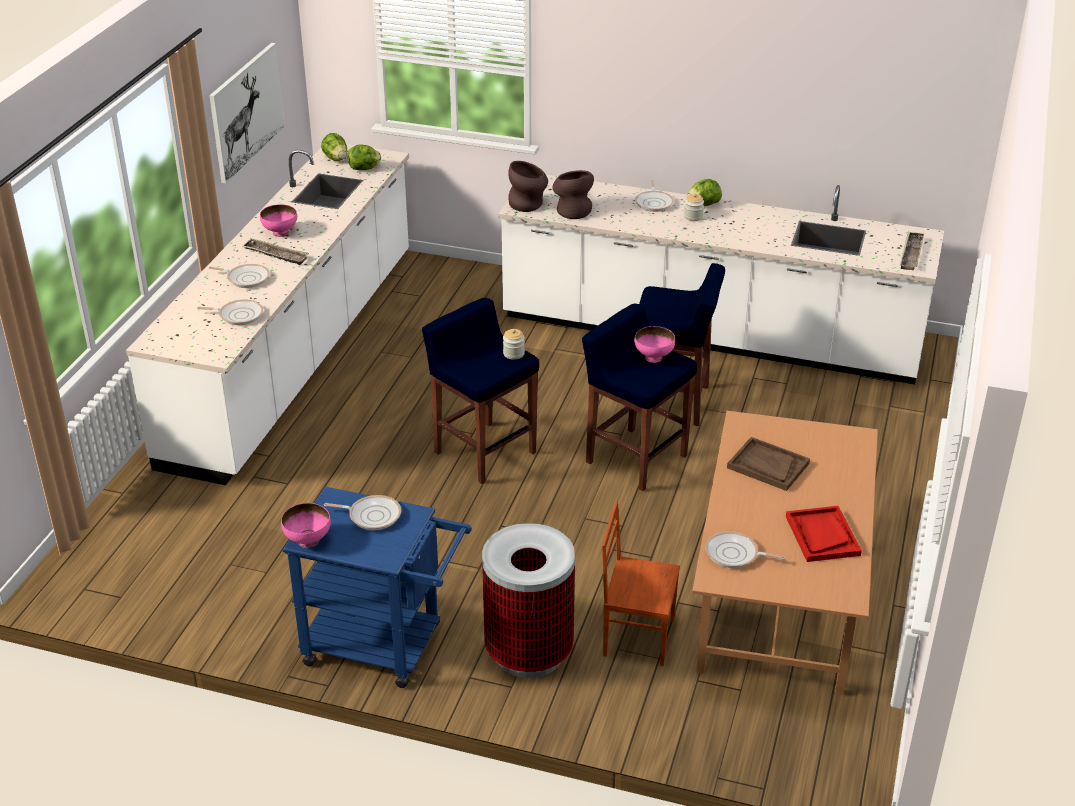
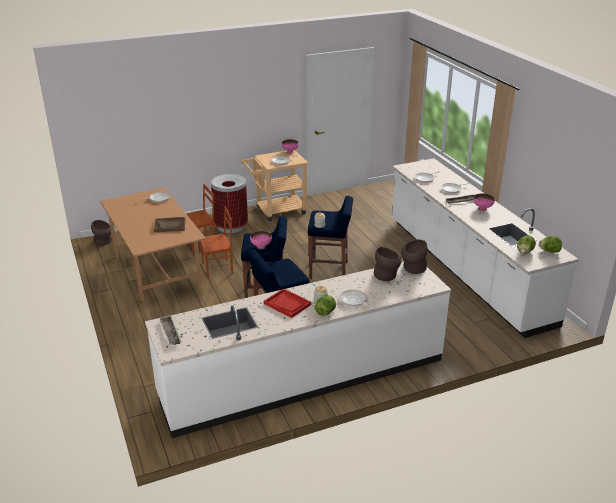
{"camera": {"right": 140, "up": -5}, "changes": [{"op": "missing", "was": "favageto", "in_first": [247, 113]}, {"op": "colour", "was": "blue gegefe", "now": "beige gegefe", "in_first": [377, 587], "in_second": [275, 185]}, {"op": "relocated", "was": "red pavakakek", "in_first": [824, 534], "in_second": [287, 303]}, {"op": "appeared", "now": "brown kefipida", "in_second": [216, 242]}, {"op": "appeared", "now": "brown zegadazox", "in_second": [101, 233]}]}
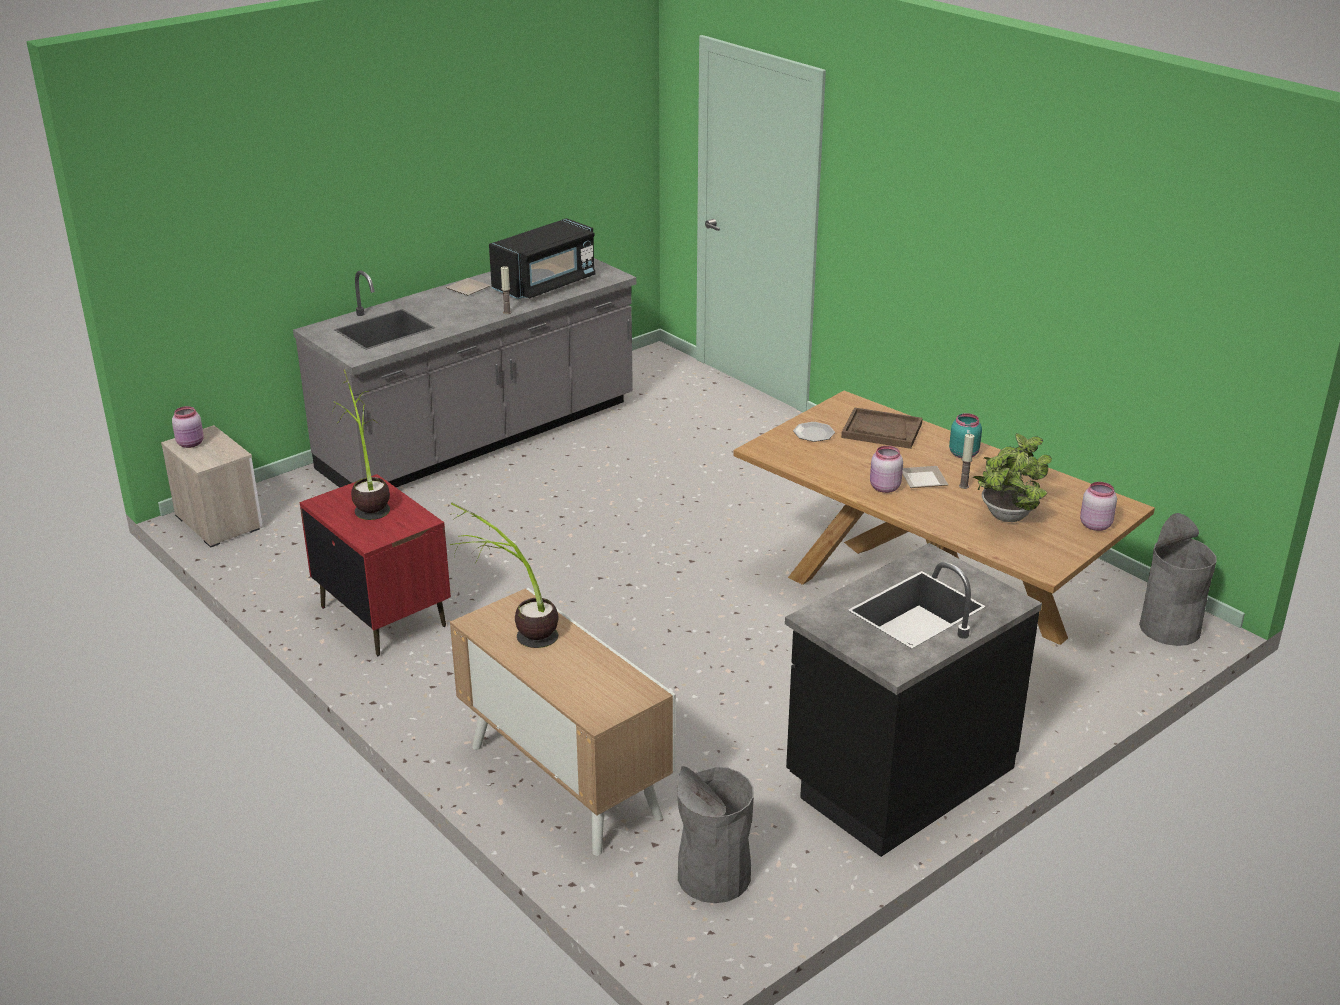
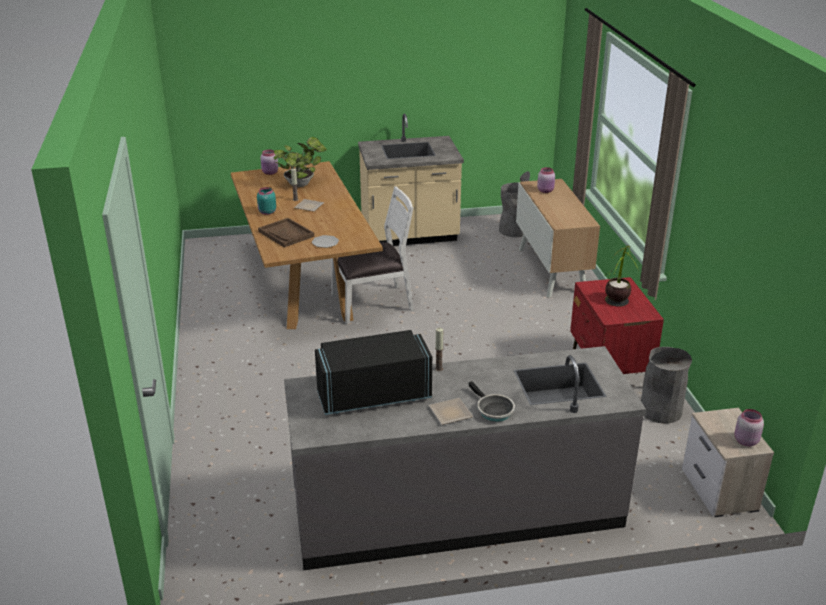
{"camera": {"right": -150, "up": 0}, "changes": [{"op": "relocated", "was": "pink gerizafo", "in_first": [886, 469], "in_second": [546, 180]}, {"op": "missing", "was": "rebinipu", "in_first": [504, 575]}, {"op": "relocated", "was": "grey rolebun", "in_first": [1178, 579], "in_second": [666, 385]}, {"op": "colour", "was": "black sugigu", "now": "beige sugigu", "in_first": [913, 700], "in_second": [411, 180]}, {"op": "appeared", "now": "white kefipida", "in_second": [372, 255]}, {"op": "appeared", "now": "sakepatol", "in_second": [492, 401]}]}
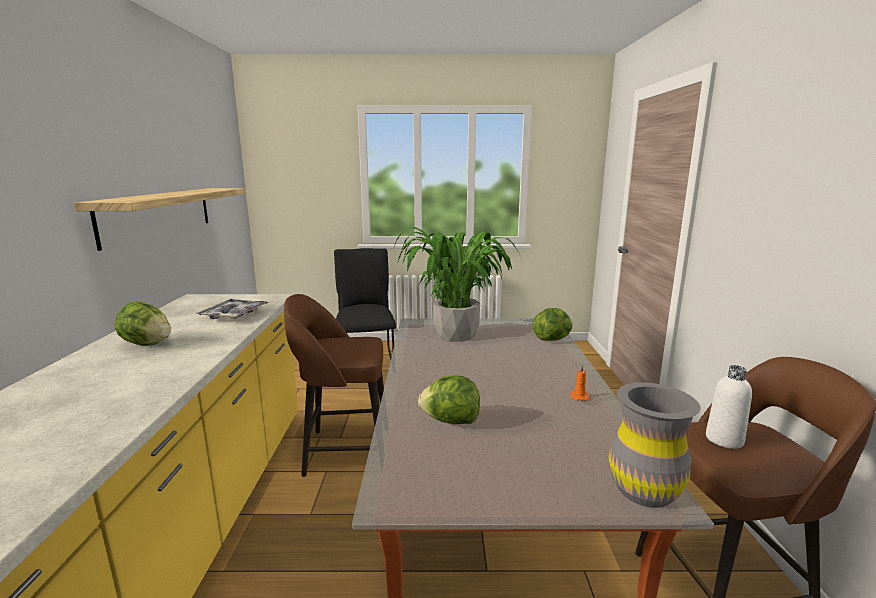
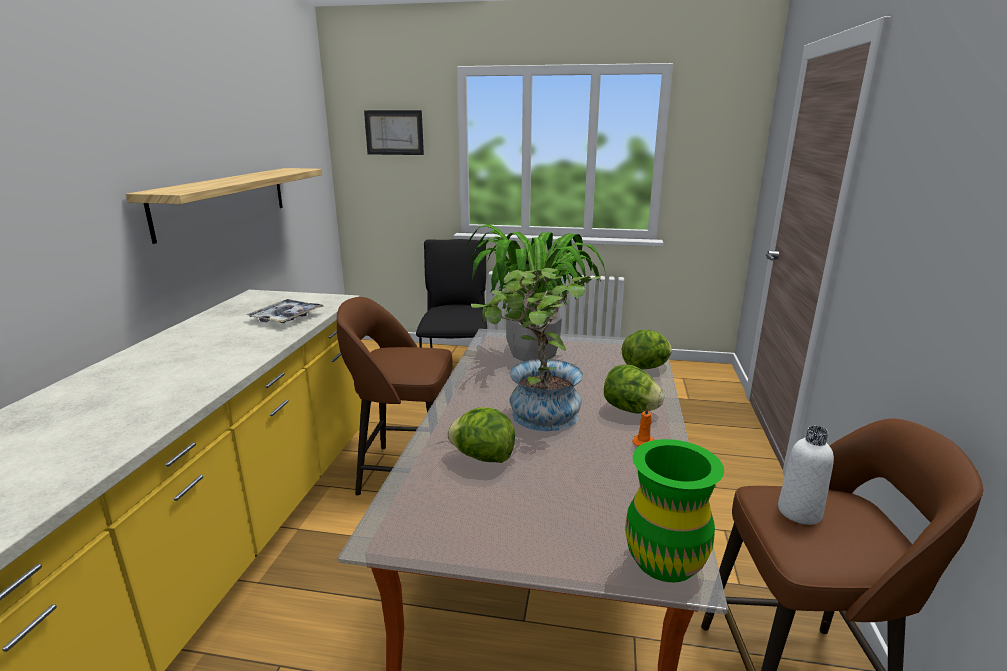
{"camera": {"right": 10, "up": 5}, "changes": [{"op": "relocated", "was": "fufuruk", "in_first": [142, 324], "in_second": [634, 388]}, {"op": "colour", "was": "grey zegadazox", "now": "green zegadazox", "in_first": [654, 445], "in_second": [674, 510]}, {"op": "appeared", "now": "favageto", "in_second": [394, 132]}, {"op": "appeared", "now": "rebinipu", "in_second": [536, 349]}]}
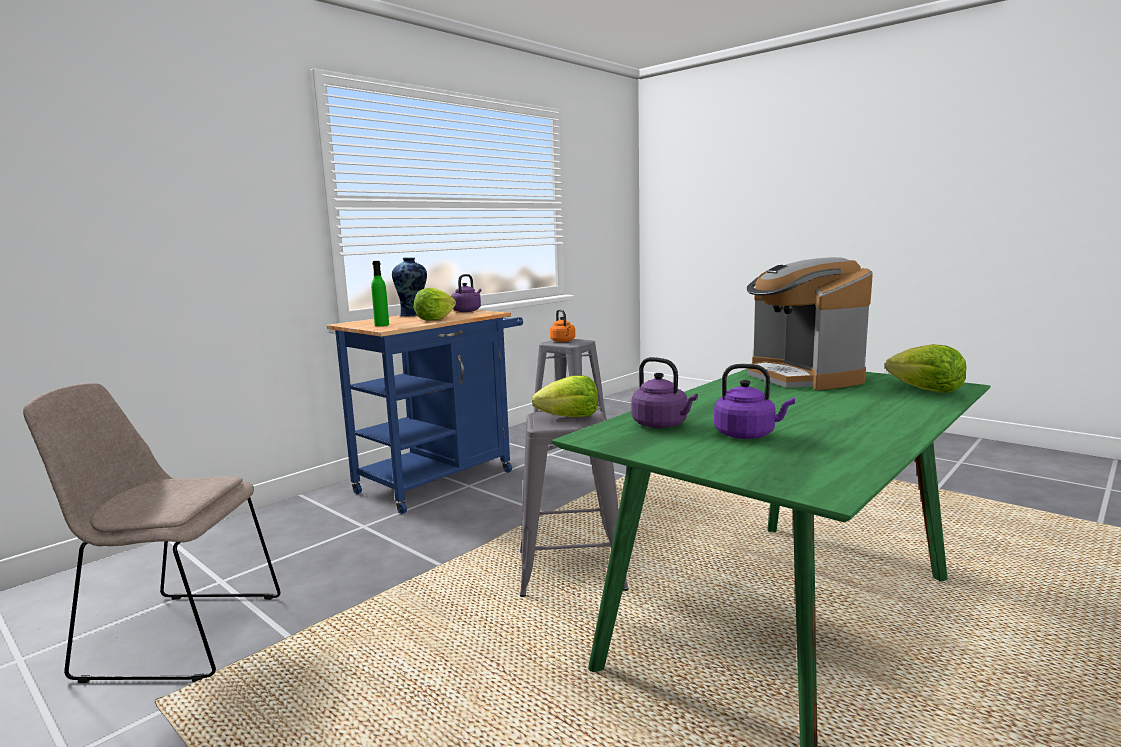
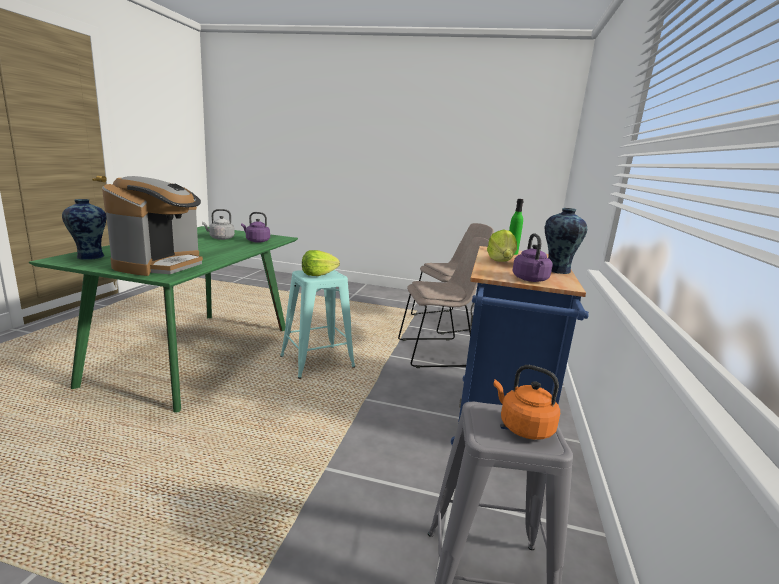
{"camera": {"right": 150, "up": 5}, "changes": [{"op": "spun", "was": "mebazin", "in_first": [810, 323], "in_second": [152, 226], "clockwise": 60}, {"op": "exchanged", "was": "fufuruk", "now": "zegadazox", "in_first": [926, 368], "in_second": [84, 229]}, {"op": "colour", "was": "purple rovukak", "now": "grey rovukak", "in_first": [754, 401], "in_second": [218, 224]}, {"op": "colour", "was": "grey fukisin", "now": "turquoise fukisin", "in_first": [574, 503], "in_second": [317, 324]}, {"op": "appeared", "now": "beige kefipida", "in_second": [443, 302]}]}
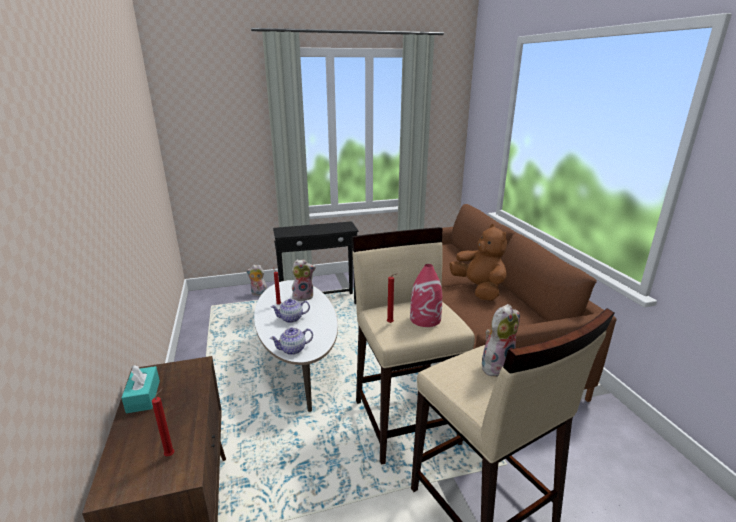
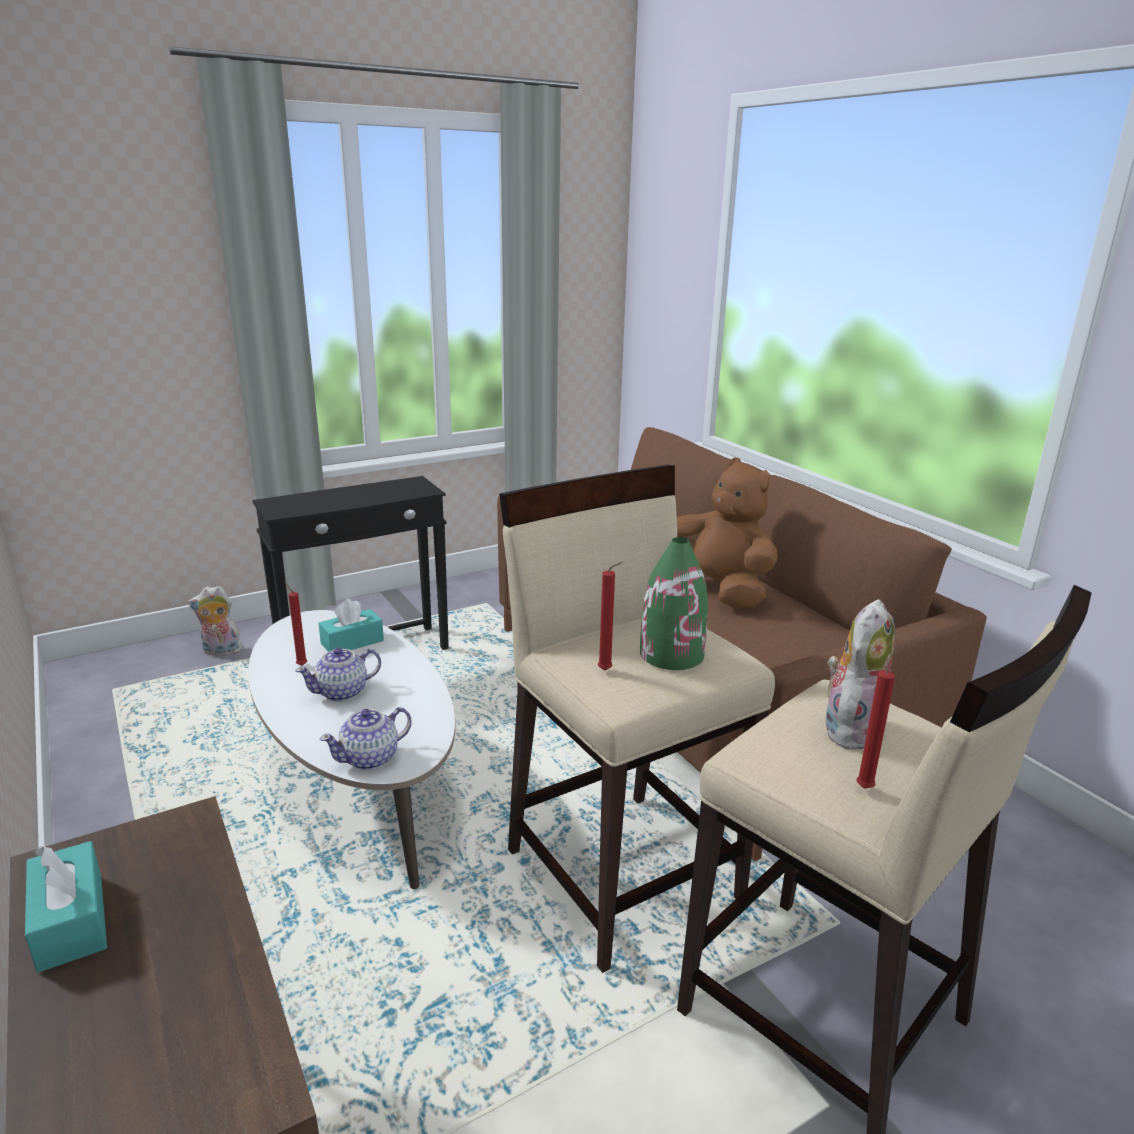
{"camera": {"right": -15, "up": 0}, "changes": [{"op": "exchanged", "was": "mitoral", "now": "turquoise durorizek", "in_first": [304, 280], "in_second": [351, 625]}, {"op": "colour", "was": "red zegadazox", "now": "green zegadazox", "in_first": [426, 295], "in_second": [674, 603]}, {"op": "relocated", "was": "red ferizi", "in_first": [163, 422], "in_second": [875, 721]}]}
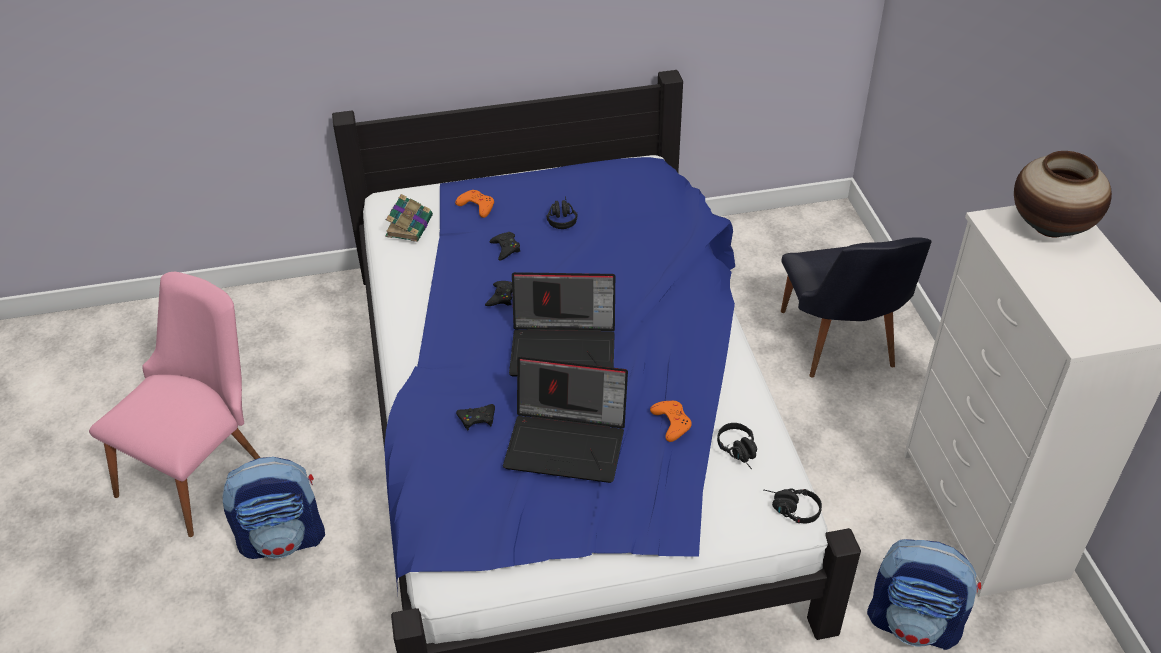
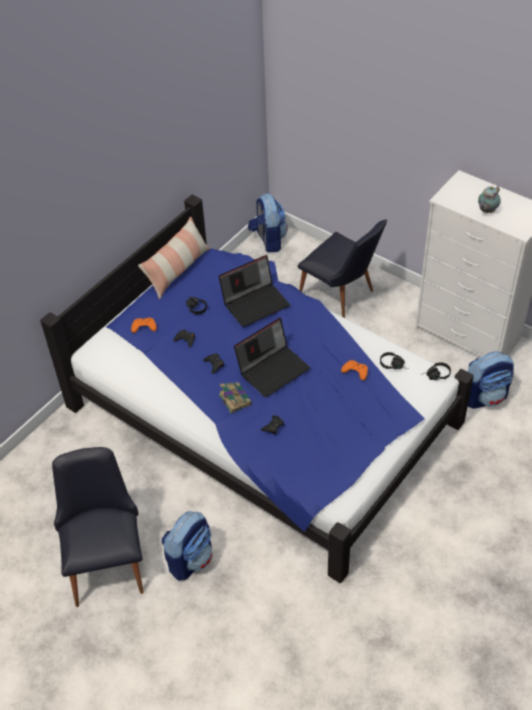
{"camera": {"right": -40, "up": 5}, "changes": [{"op": "missing", "was": "zegadazox", "in_first": [1063, 194]}, {"op": "relocated", "was": "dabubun", "in_first": [409, 218], "in_second": [235, 398]}, {"op": "colour", "was": "pink kefipida", "now": "black kefipida", "in_first": [174, 404], "in_second": [98, 527]}, {"op": "relocated", "was": "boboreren", "in_first": [565, 420], "in_second": [254, 291]}, {"op": "appeared", "now": "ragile", "in_second": [489, 199]}, {"op": "appeared", "now": "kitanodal", "in_second": [268, 222]}, {"op": "appeared", "now": "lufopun", "in_second": [174, 258]}]}
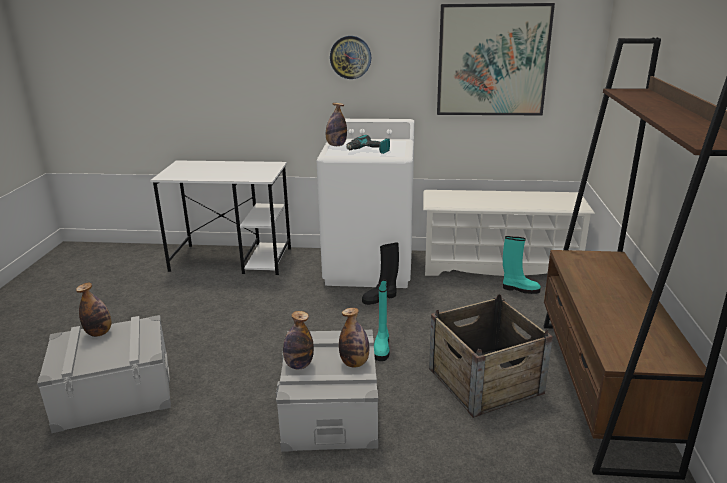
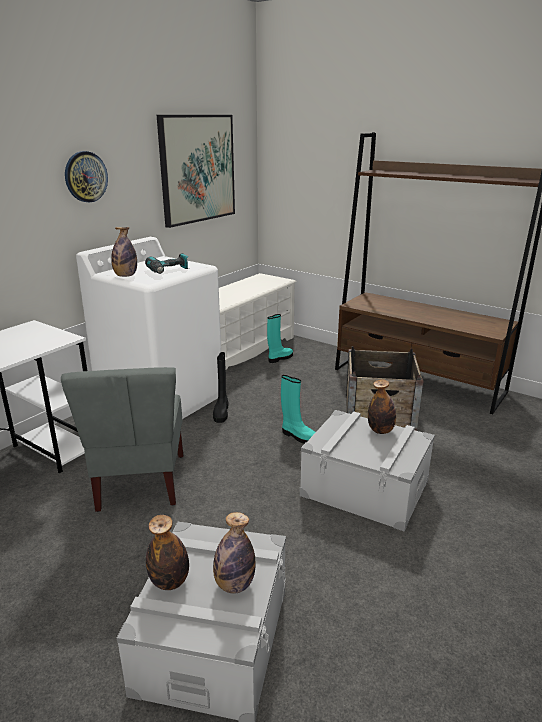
{"camera": {"right": -60, "up": 0}, "changes": [{"op": "relocated", "was": "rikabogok", "in_first": [298, 340], "in_second": [234, 553]}, {"op": "appeared", "now": "grey kefipida", "in_second": [122, 439]}]}
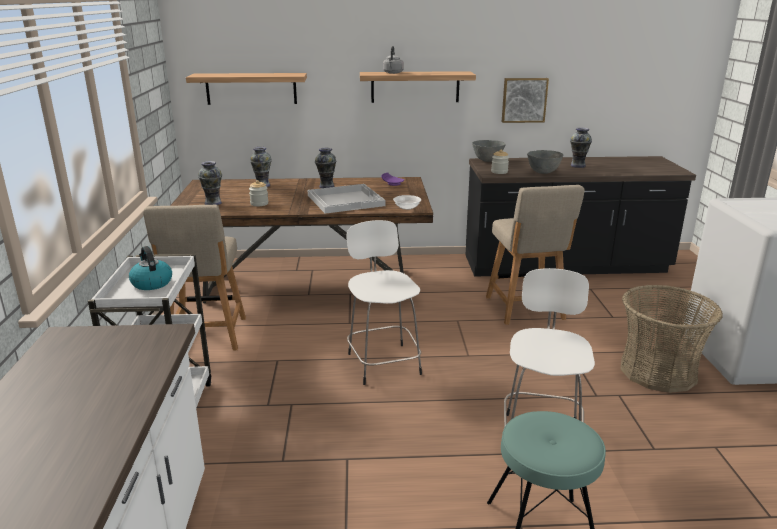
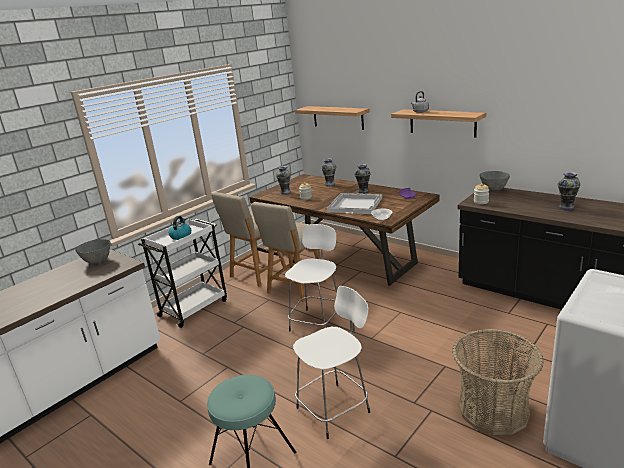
{"camera": {"right": 45, "up": 0}, "changes": [{"op": "missing", "was": "favageto", "in_first": [525, 100]}, {"op": "relocated", "was": "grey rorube", "in_first": [545, 162], "in_second": [93, 251]}, {"op": "relocated", "was": "beige kefipida", "in_first": [535, 255], "in_second": [289, 252]}]}
